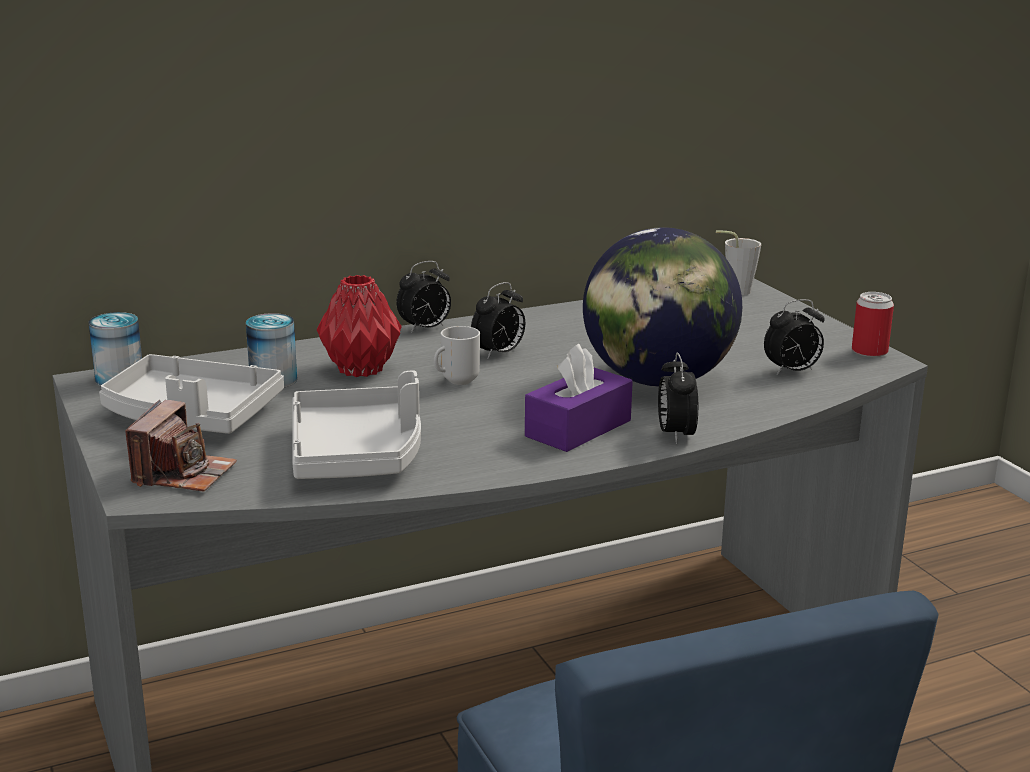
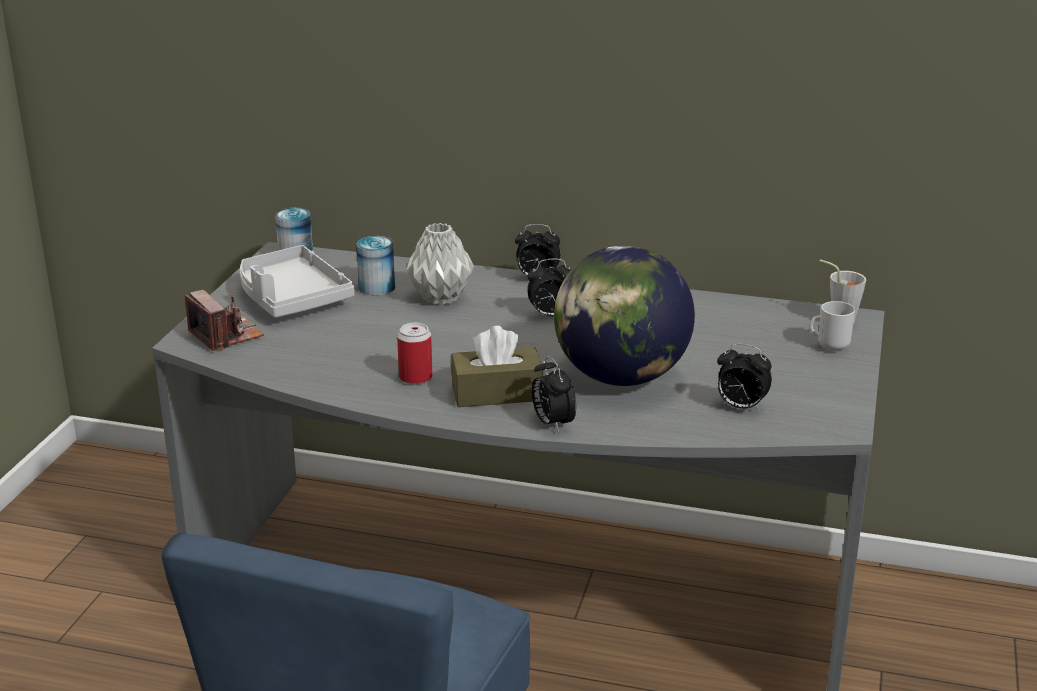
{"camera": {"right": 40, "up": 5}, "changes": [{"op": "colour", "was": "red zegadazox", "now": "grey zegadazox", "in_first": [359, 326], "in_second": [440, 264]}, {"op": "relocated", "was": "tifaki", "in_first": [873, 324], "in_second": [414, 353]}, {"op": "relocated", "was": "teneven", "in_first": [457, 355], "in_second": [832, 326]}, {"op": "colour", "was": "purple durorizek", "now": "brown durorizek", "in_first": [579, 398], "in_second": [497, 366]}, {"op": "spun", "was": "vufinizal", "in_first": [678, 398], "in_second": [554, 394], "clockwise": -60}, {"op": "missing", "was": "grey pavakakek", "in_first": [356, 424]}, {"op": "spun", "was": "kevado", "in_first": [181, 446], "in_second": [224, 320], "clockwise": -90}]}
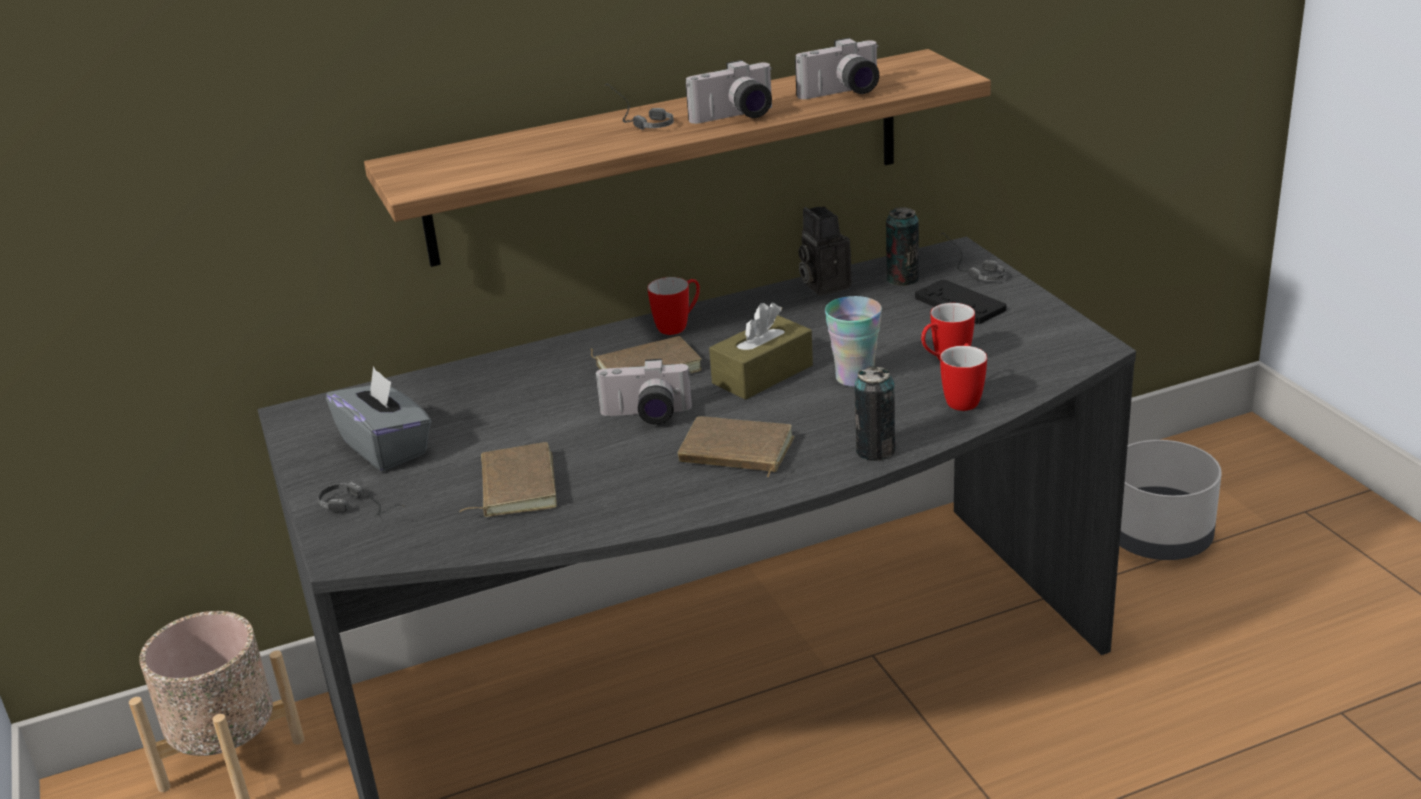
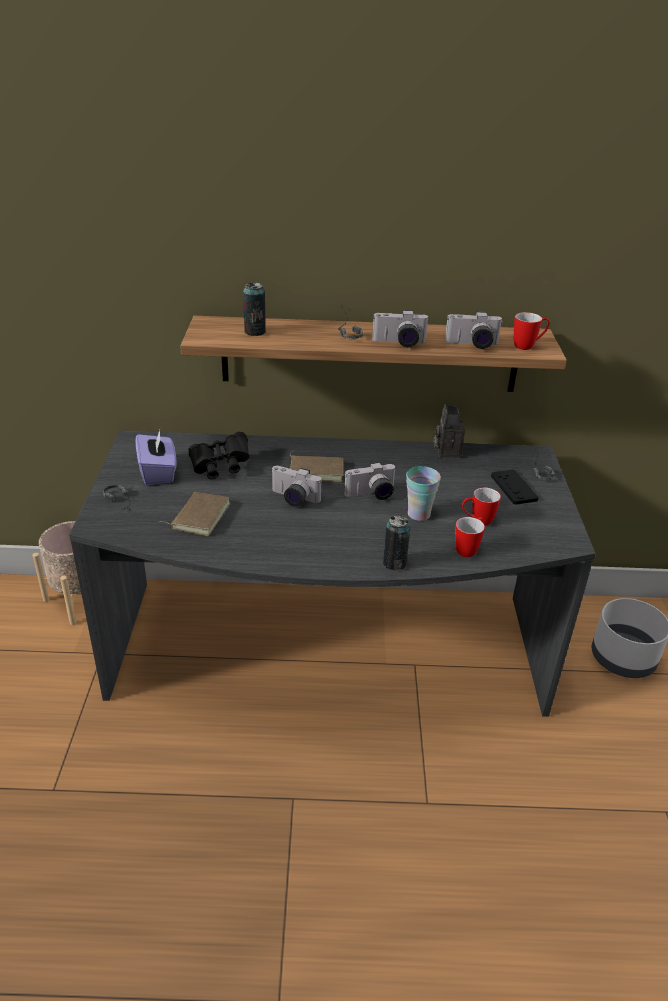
{"camera": {"right": 20, "up": 5}, "changes": [{"op": "relocated", "was": "tifaki", "in_first": [902, 246], "in_second": [254, 309]}, {"op": "relocated", "was": "teneven", "in_first": [673, 306], "in_second": [532, 331]}, {"op": "exchanged", "was": "brown durorizek", "now": "kevado", "in_first": [761, 351], "in_second": [370, 481]}, {"op": "colour", "was": "grey durorizek", "now": "purple durorizek", "in_first": [378, 418], "in_second": [156, 457]}, {"op": "missing", "was": "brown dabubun", "in_first": [736, 446]}, {"op": "appeared", "now": "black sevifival", "in_second": [219, 456]}]}
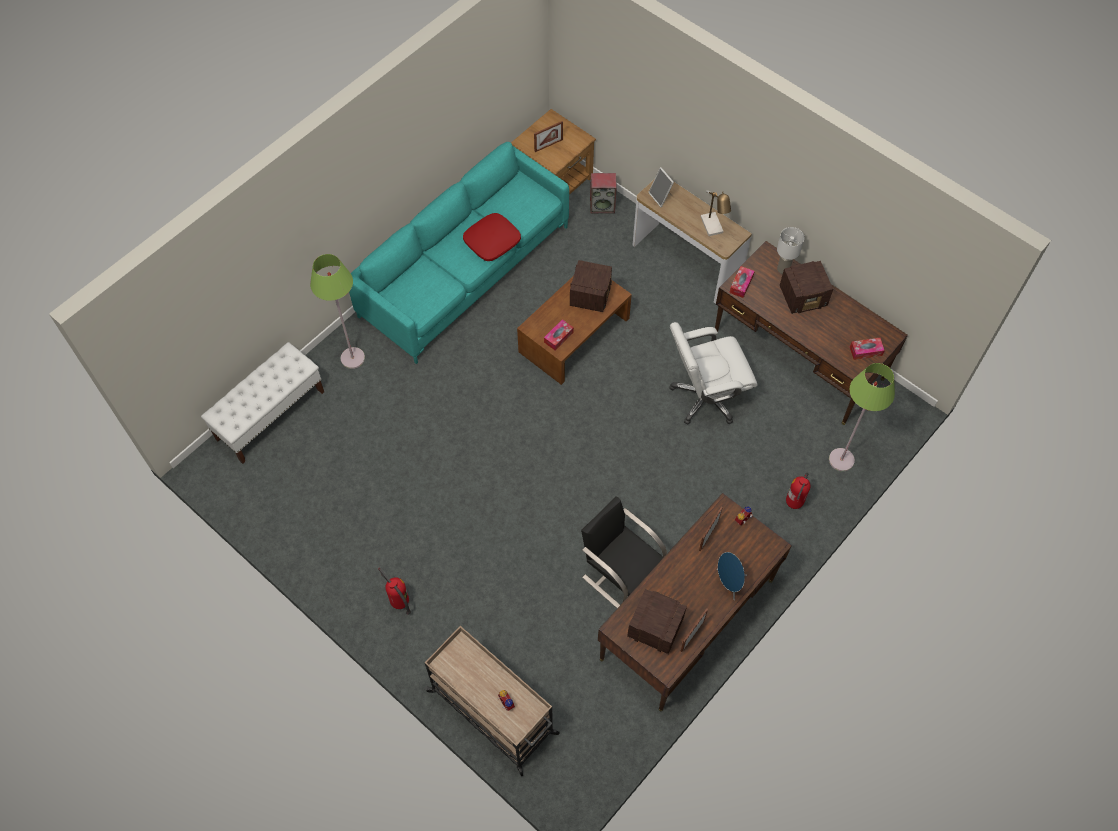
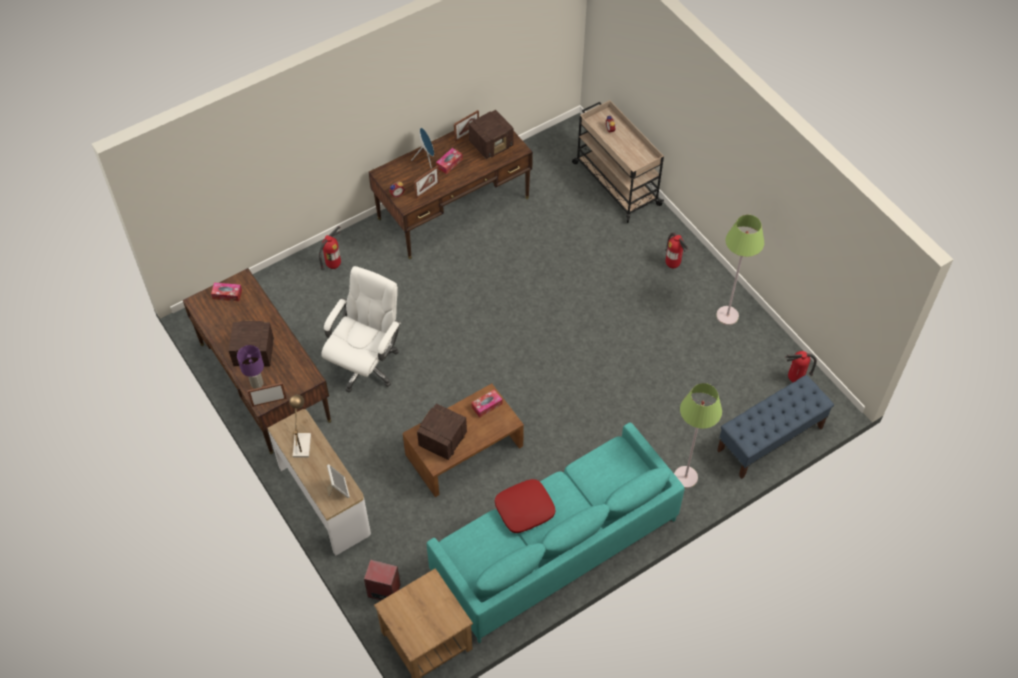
{"camera": {"right": -165, "up": -5}, "changes": [{"op": "relocated", "was": "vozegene", "in_first": [548, 136], "in_second": [267, 395]}, {"op": "colour", "was": "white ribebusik", "now": "purple ribebusik", "in_first": [791, 250], "in_second": [250, 367]}, {"op": "relocated", "was": "durorizek", "in_first": [742, 282], "in_second": [449, 161]}, {"op": "spun", "was": "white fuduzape", "in_first": [713, 373], "in_second": [361, 329], "clockwise": -60}, {"op": "colour", "was": "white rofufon", "now": "blue rofufon", "in_first": [262, 403], "in_second": [775, 427]}, {"op": "relocated", "was": "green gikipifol", "in_first": [862, 417], "in_second": [740, 270]}, {"op": "missing", "was": "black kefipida", "in_first": [624, 552]}, {"op": "spun", "was": "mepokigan", "in_first": [657, 621], "in_second": [491, 134], "clockwise": -75}, {"op": "appeared", "now": "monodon", "in_second": [801, 366]}]}
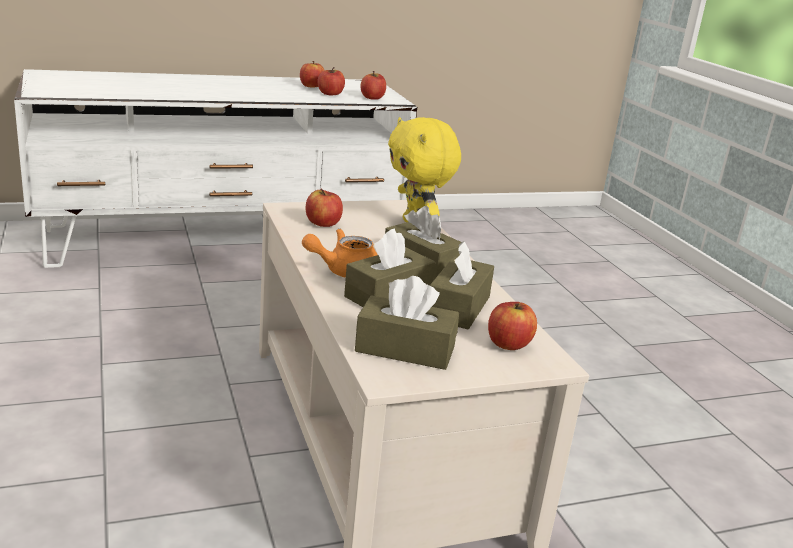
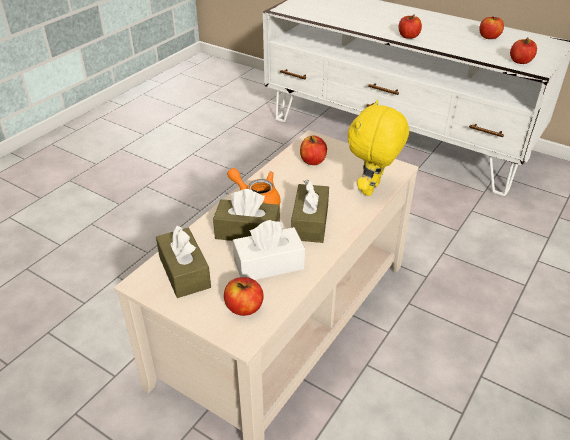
{"camera": {"right": 55, "up": 15}, "changes": [{"op": "relocated", "was": "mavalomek", "in_first": [331, 81], "in_second": [410, 27]}, {"op": "colour", "was": "brown durorizek", "now": "white durorizek", "in_first": [462, 285], "in_second": [269, 250]}]}
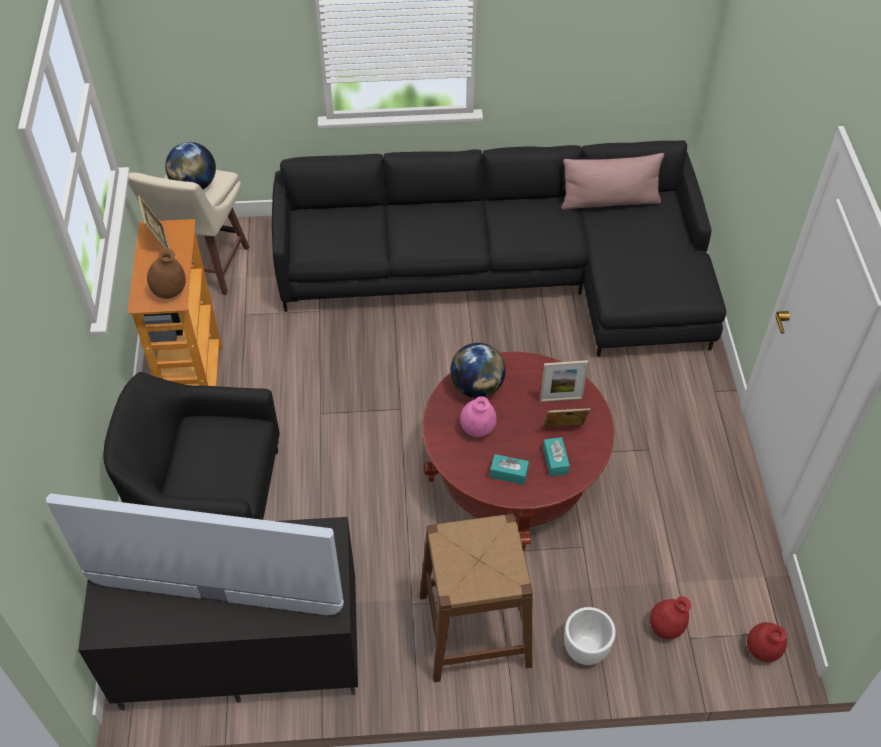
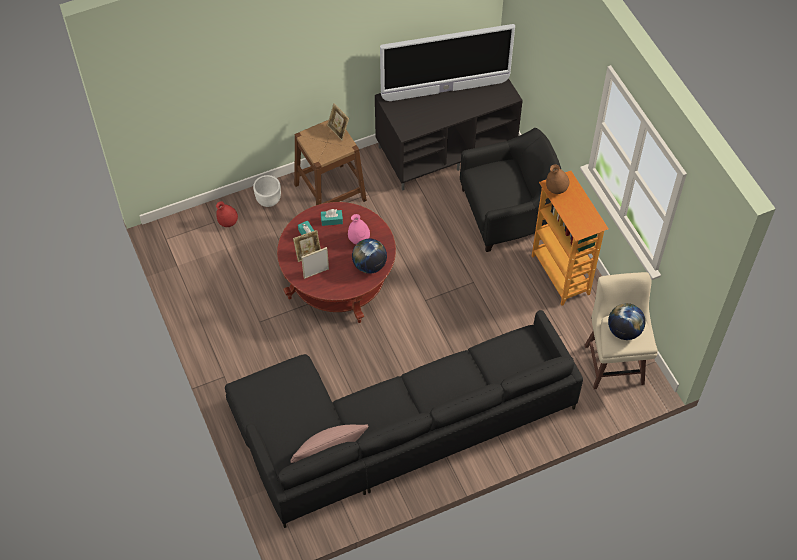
{"camera": {"right": 160, "up": 5}, "changes": [{"op": "relocated", "was": "vozegene", "in_first": [153, 222], "in_second": [338, 121]}, {"op": "missing", "was": "red zegadazox", "in_first": [767, 642]}]}
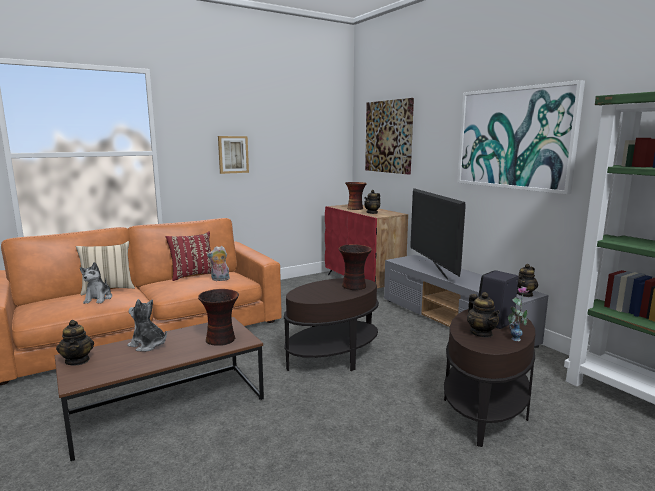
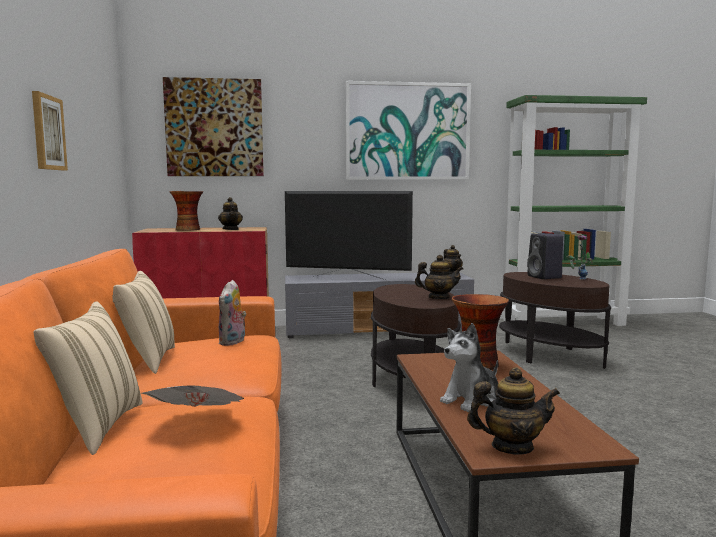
{"camera": {"right": -65, "up": -5}, "changes": [{"op": "colour", "was": "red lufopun", "now": "beige lufopun", "in_first": [188, 256], "in_second": [143, 322]}, {"op": "missing", "was": "zegadazox", "in_first": [355, 267]}, {"op": "exchanged", "was": "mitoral", "now": "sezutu", "in_first": [96, 283], "in_second": [192, 396]}, {"op": "relocated", "was": "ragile", "in_first": [483, 315], "in_second": [439, 277]}]}
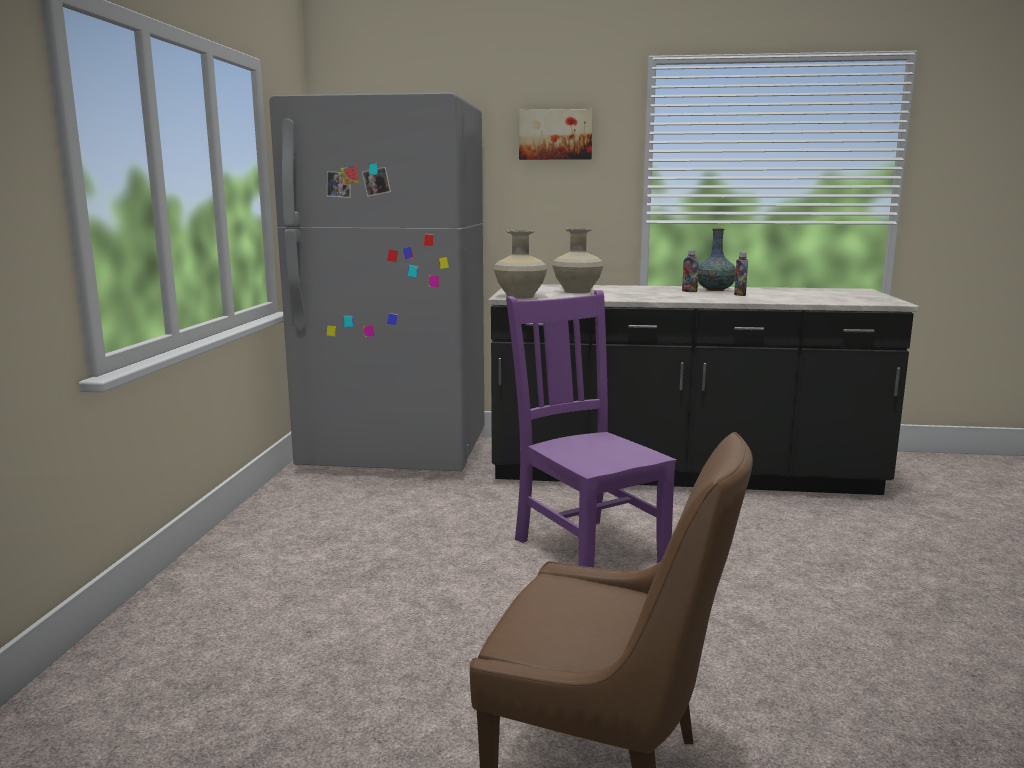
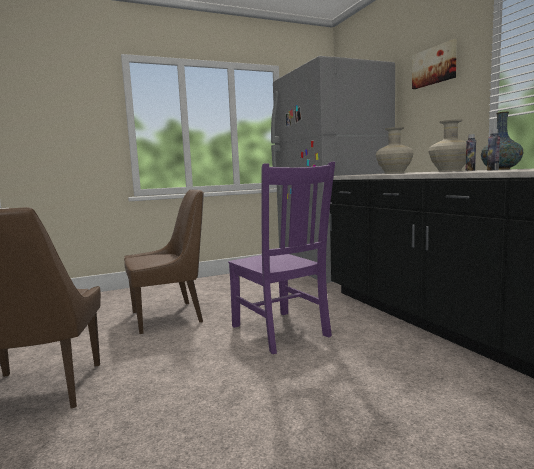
{"camera": {"right": 60, "up": -5}, "changes": [{"op": "relocated", "was": "beige zegadazox", "in_first": [520, 264], "in_second": [447, 145]}, {"op": "spun", "was": "purple kefipida", "in_first": [591, 429], "in_second": [281, 258], "clockwise": 120}, {"op": "appeared", "now": "brown kefipida", "in_second": [164, 262]}]}
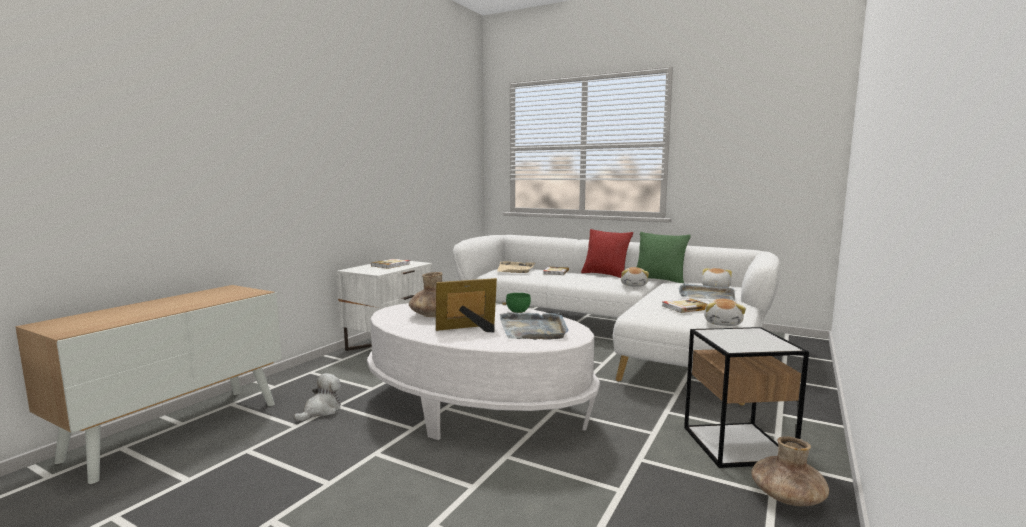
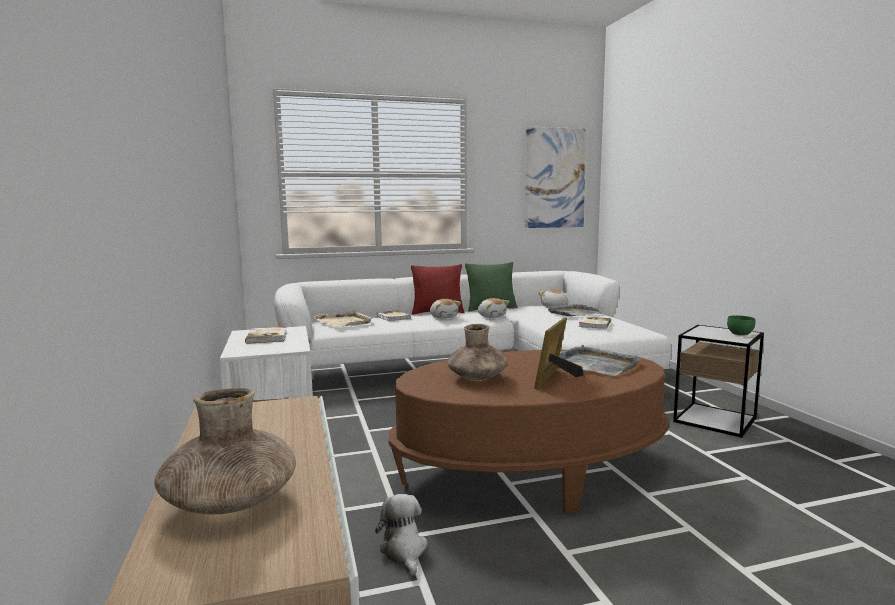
{"camera": {"right": -45, "up": 0}, "changes": [{"op": "relocated", "was": "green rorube", "in_first": [518, 303], "in_second": [741, 325]}, {"op": "relocated", "was": "mitoral", "in_first": [725, 312], "in_second": [445, 308]}, {"op": "colour", "was": "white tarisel", "now": "brown tarisel", "in_first": [483, 371], "in_second": [529, 432]}, {"op": "relocated", "was": "brown zegadazox", "in_first": [790, 471], "in_second": [225, 451]}, {"op": "appeared", "now": "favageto", "in_second": [556, 177]}]}
